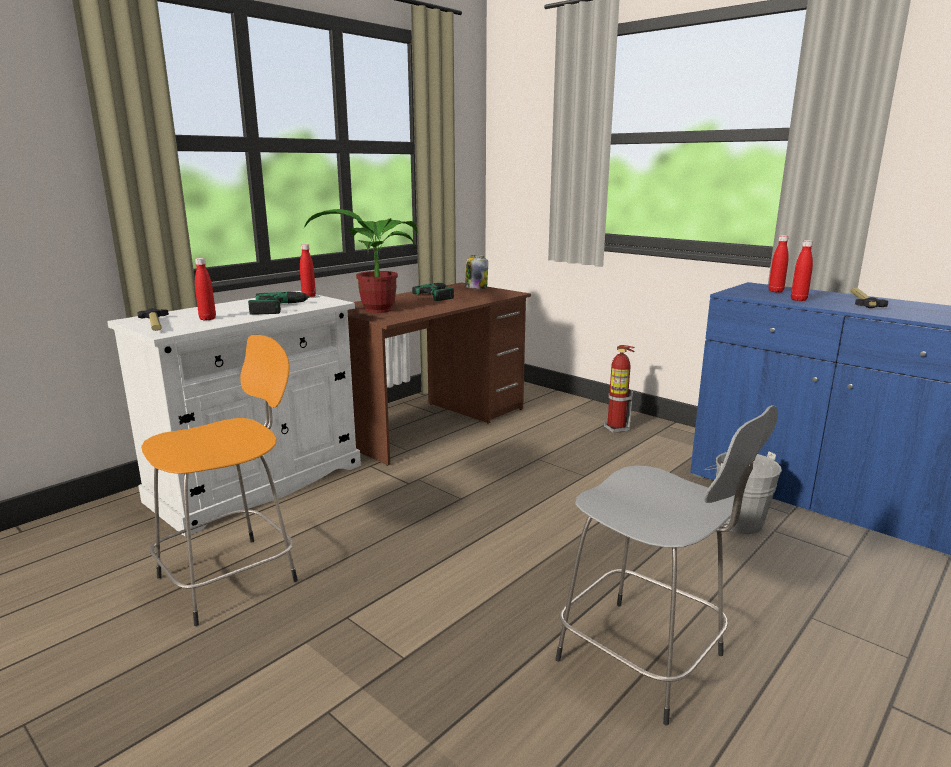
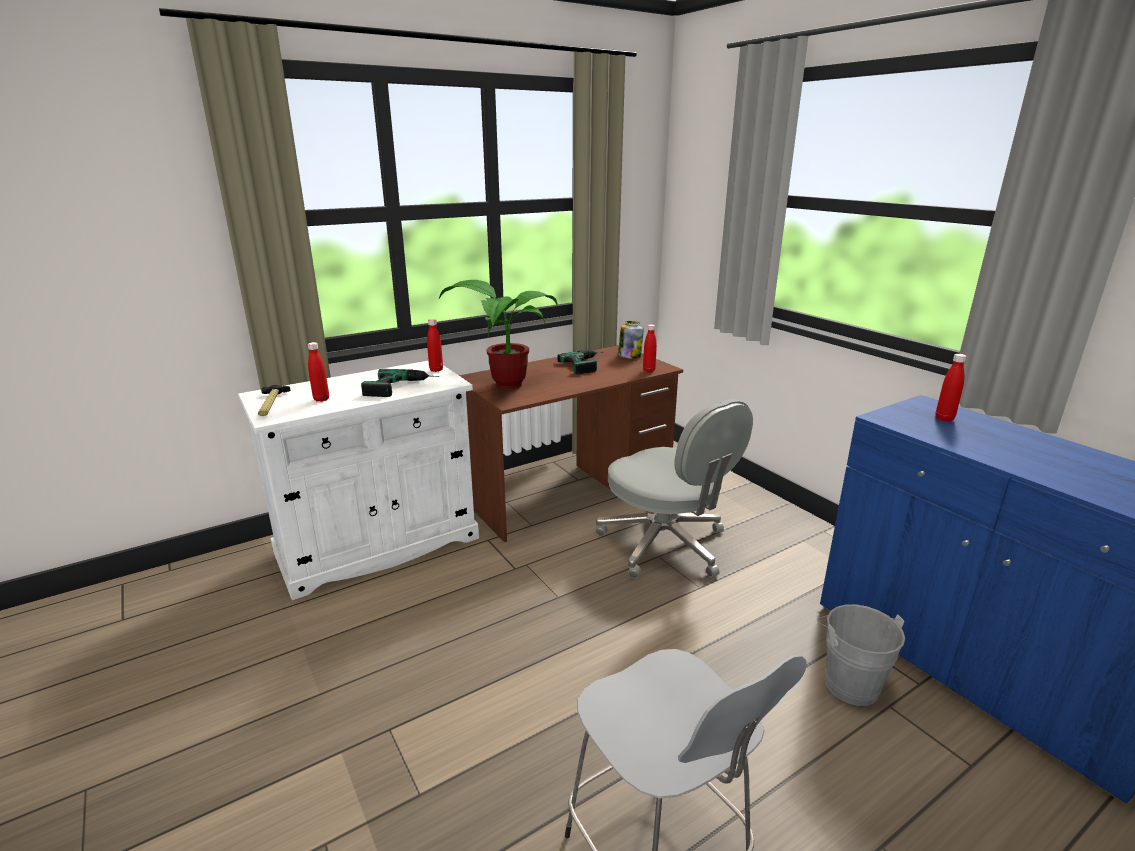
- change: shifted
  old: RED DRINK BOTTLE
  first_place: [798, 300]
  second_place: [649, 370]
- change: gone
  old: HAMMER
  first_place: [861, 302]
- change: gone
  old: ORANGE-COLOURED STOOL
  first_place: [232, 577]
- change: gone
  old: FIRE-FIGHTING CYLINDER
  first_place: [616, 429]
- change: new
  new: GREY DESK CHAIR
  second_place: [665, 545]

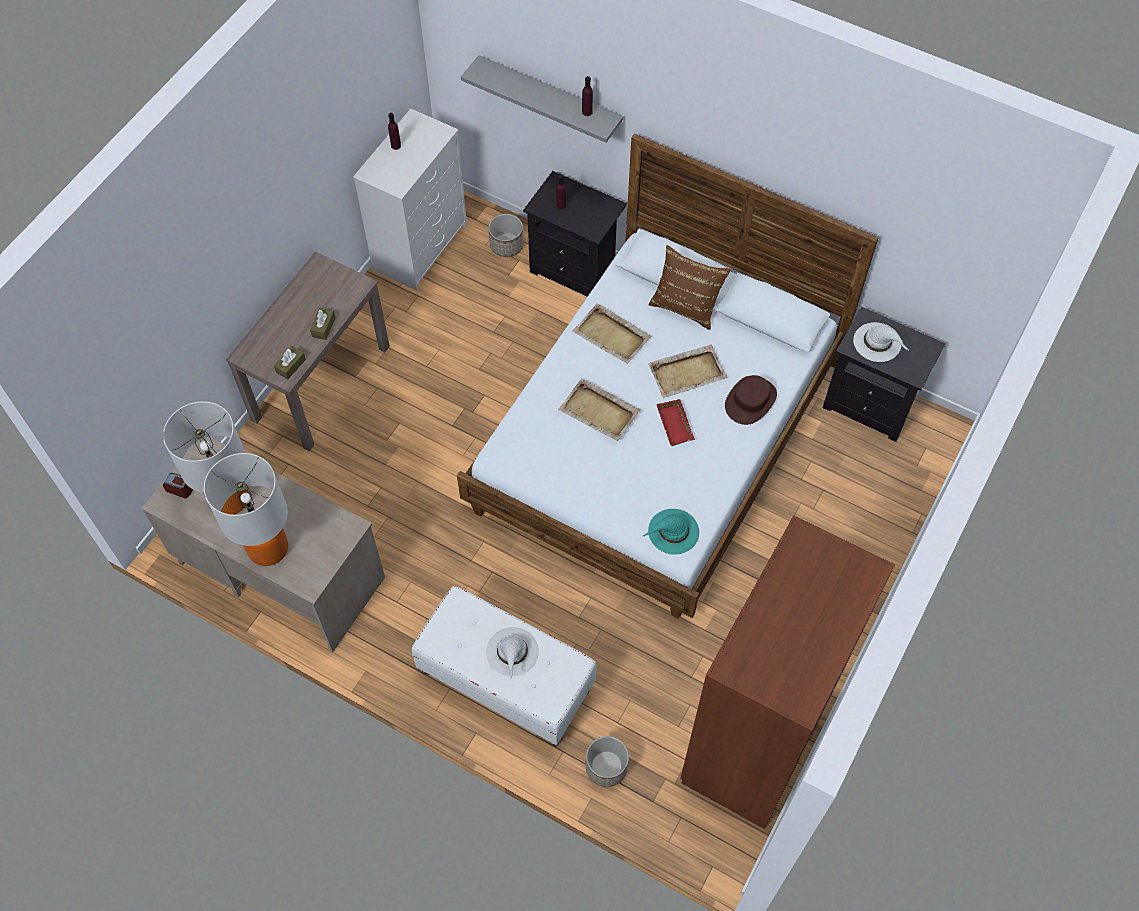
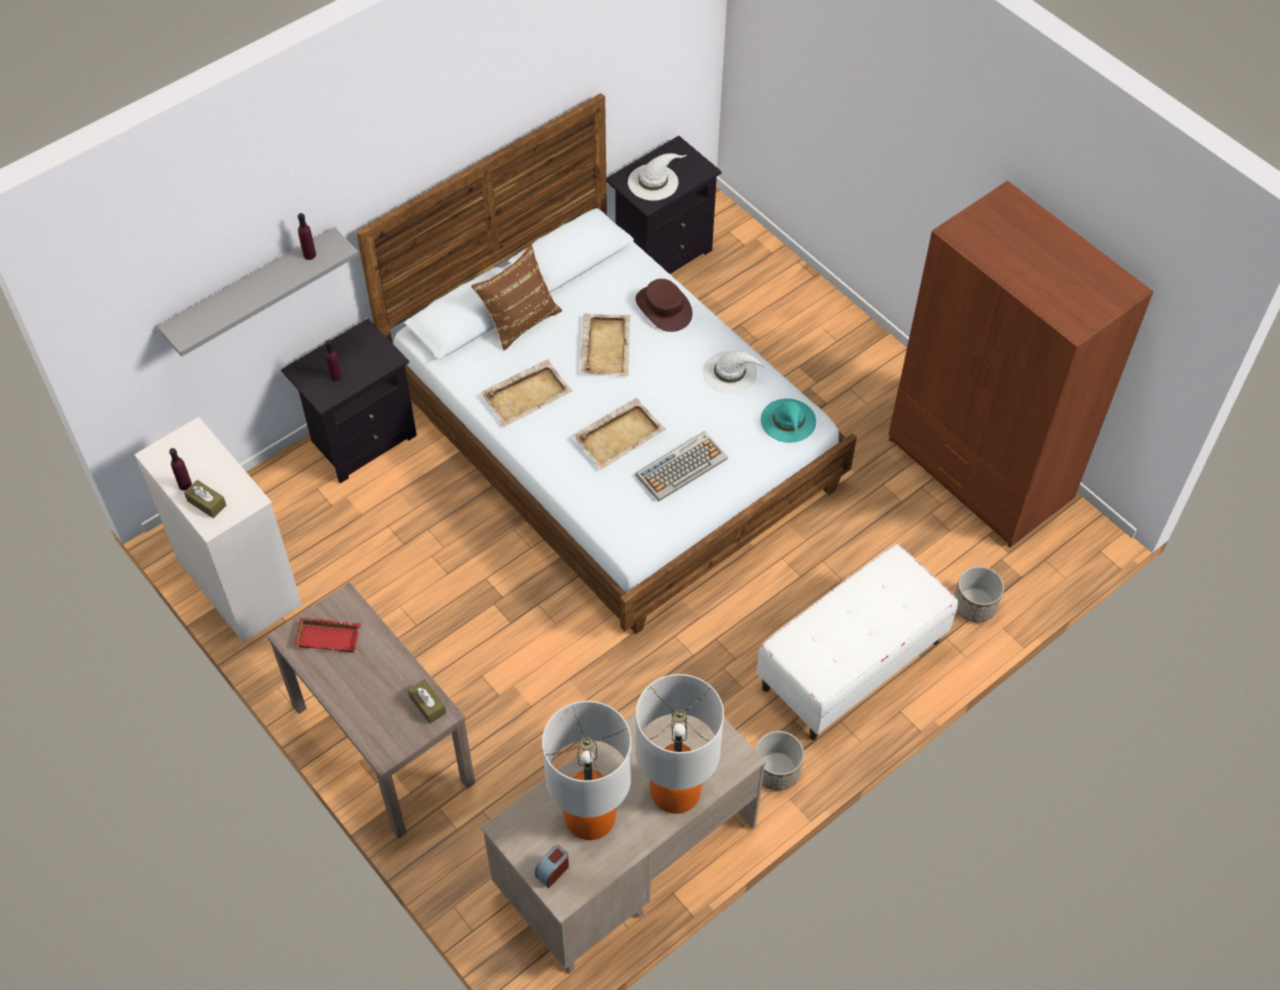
- change: shifted
  old: FLOWER POT
  first_place: [507, 245]
  second_place: [776, 770]
- change: shifted
  old: BROWN TISSUE BOX
  first_place: [323, 327]
  second_place: [206, 503]
- change: shifted
  old: RED SERVING TRAY
  first_place: [676, 425]
  second_place: [330, 636]
- change: shifted
  old: WHITE-COLOURED CLOTHING HAT
  first_place: [512, 652]
  second_place: [730, 372]
- change: new
  new: COMPUTER KEYBOARD
  second_place: [682, 466]

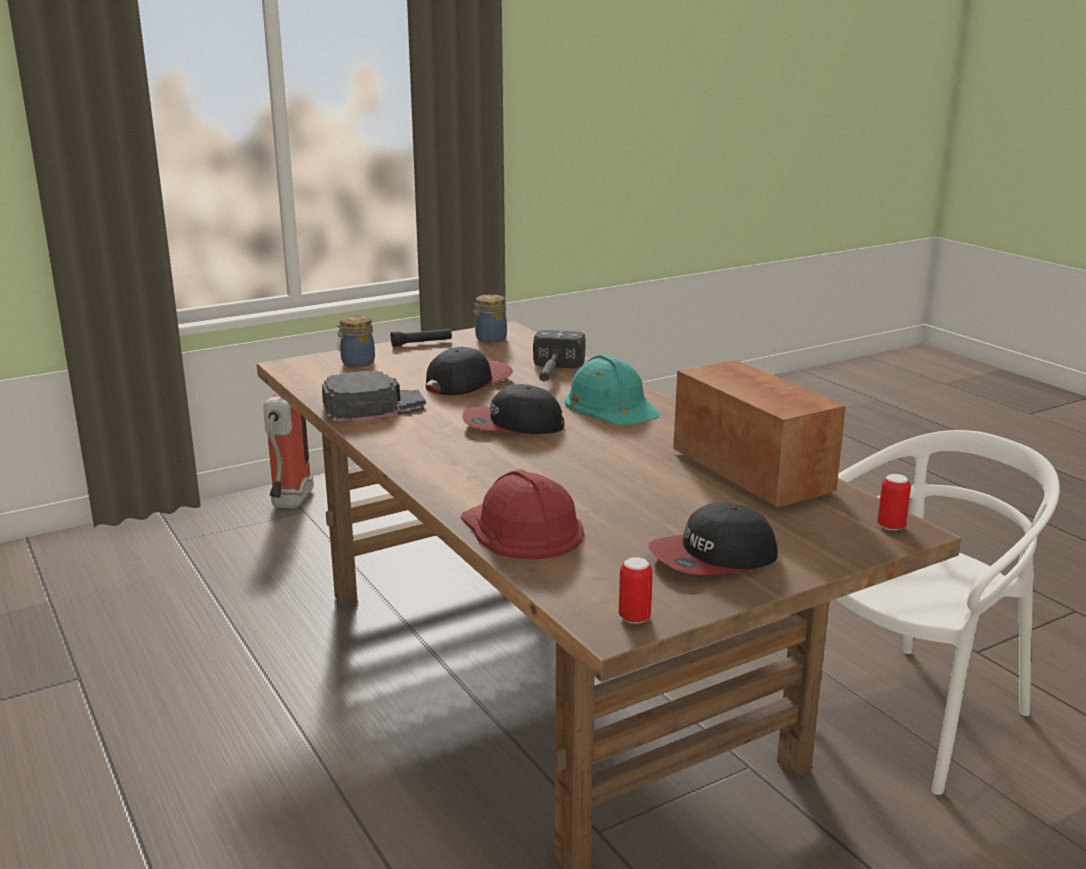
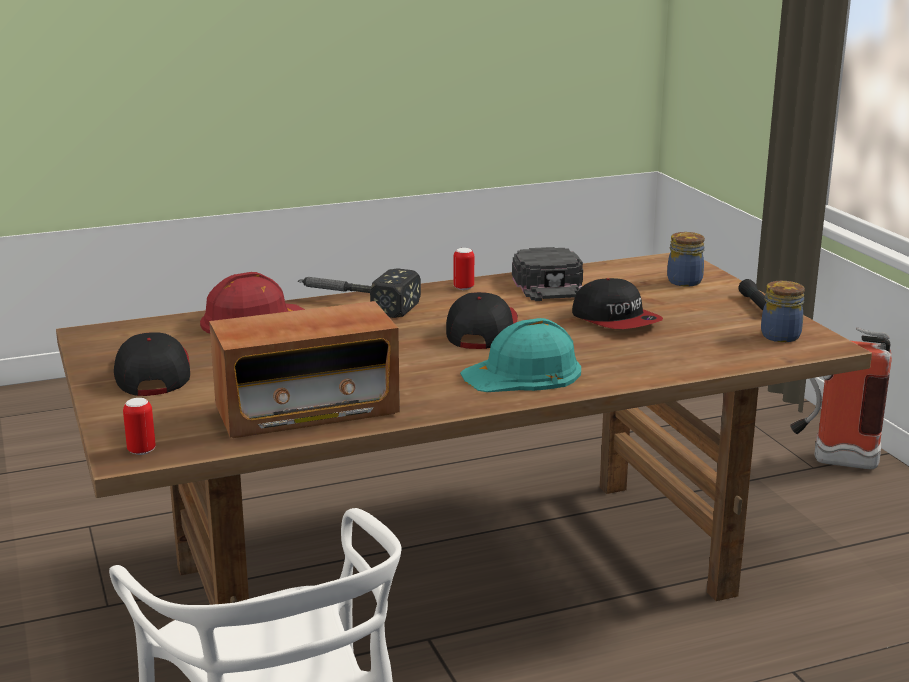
- change: shifted
  old: HAMMER
  first_place: [552, 376]
  second_place: [354, 303]
- change: shifted
  old: CAN
  first_place: [634, 618]
  second_place: [463, 287]

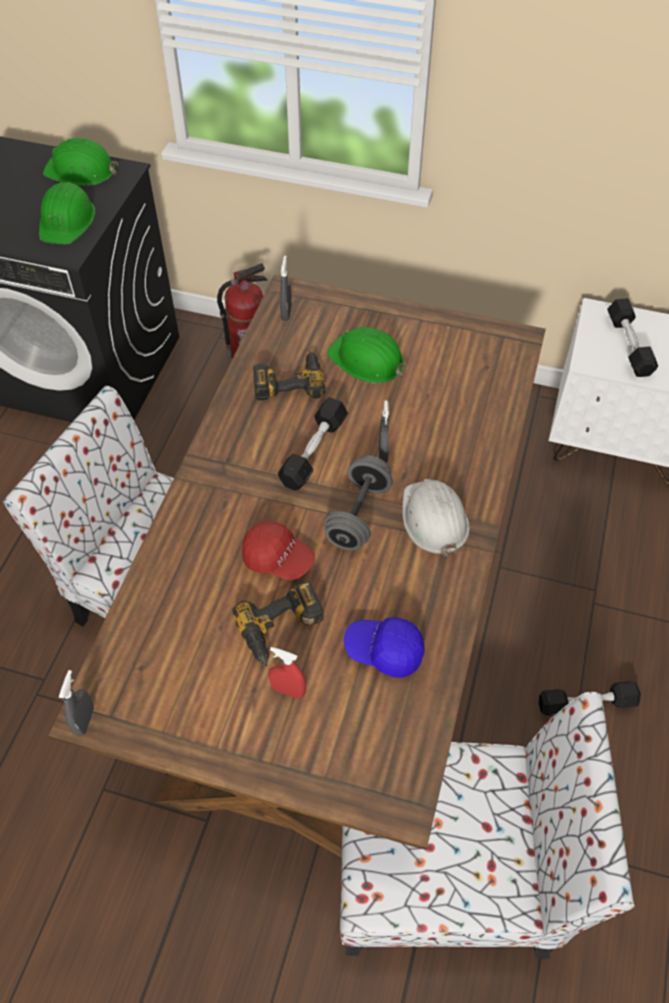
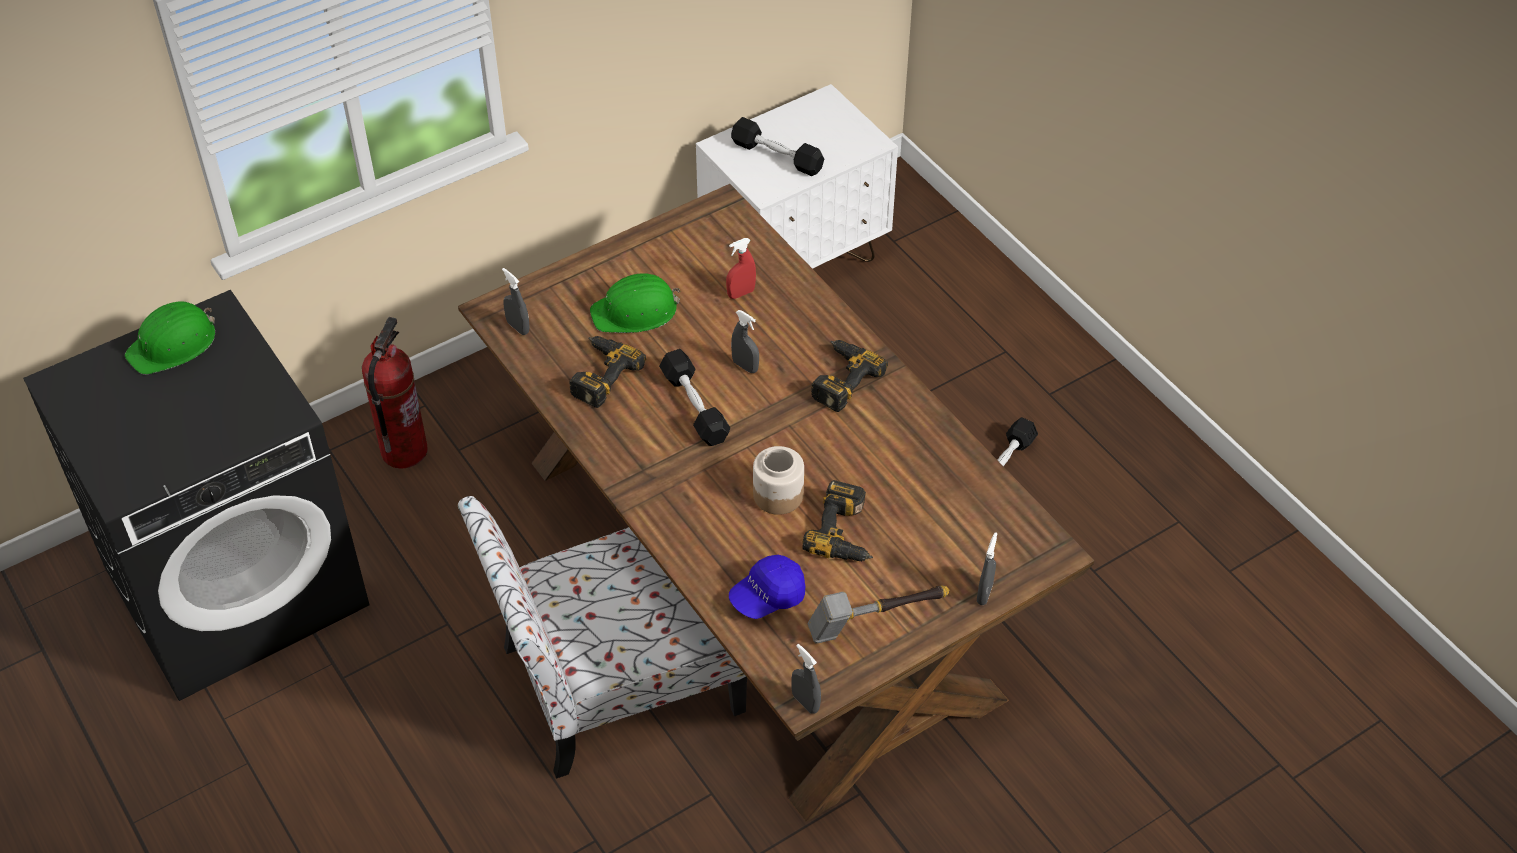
- change: gone
  old: GREEN SAFETY HELMET
  first_place: [67, 220]
- change: gone
  old: GREY DUMBBELL
  first_place: [358, 515]
- change: swapped
  old: WHITE-COLOURED SAFETY HELMET
  new: DRILL
  first_place: [433, 519]
  second_place: [840, 378]
- change: swapped
  old: RED CAP
  new: STORAGE JAR
  first_place: [278, 559]
  second_place: [777, 495]
- change: shifted
  old: BLUISH CAP
  first_place: [384, 651]
  second_place: [767, 597]
- change: shifted
  old: RED HAND SPRAYER
  first_place: [288, 691]
  second_place: [741, 293]
- change: gone
  old: UPRIGHT CHAIR
  first_place: [451, 868]
- change: new
  new: GREY HAND SPRAYER
  second_place: [984, 593]
- change: new
  new: HAMMER
  second_place: [874, 623]

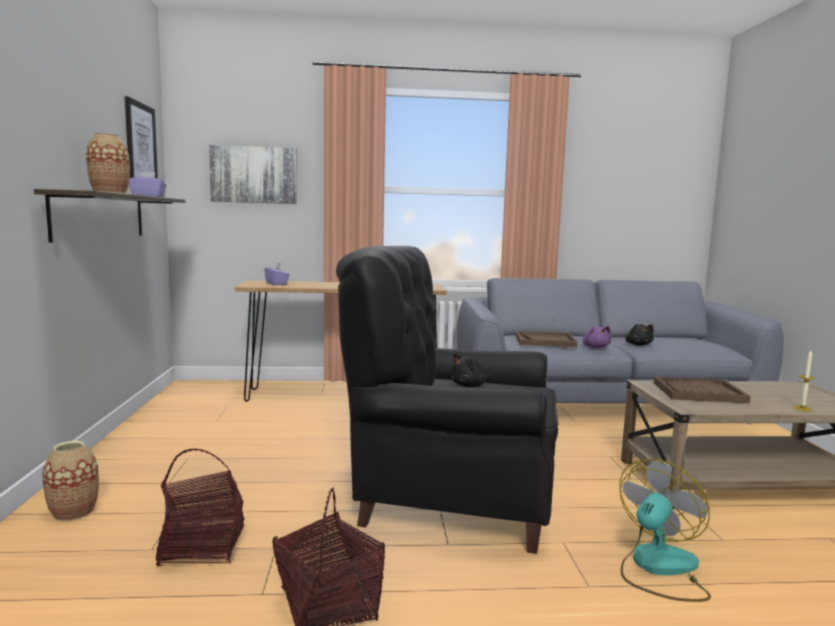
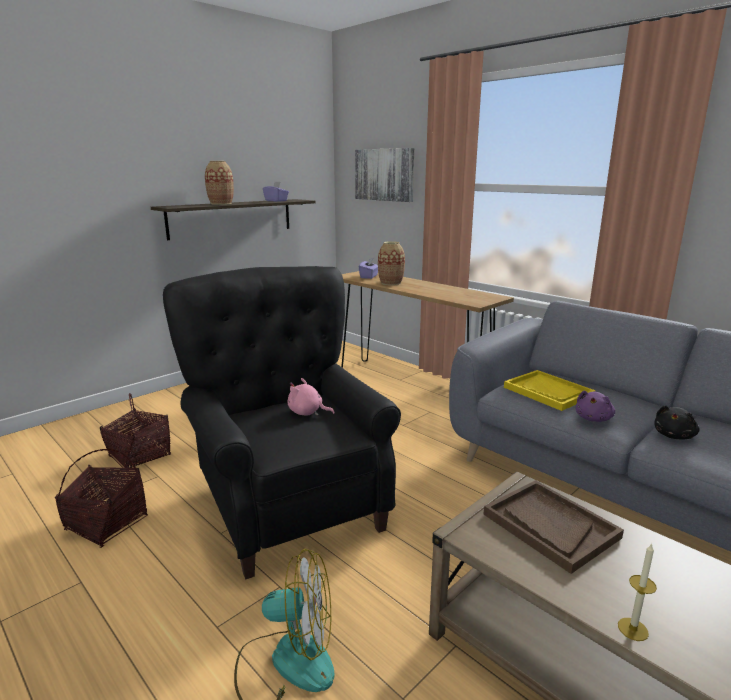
- change: gone
  old: PICTURE
  first_place: [140, 144]
- change: repainted
  old: BROWN SERVING TRAY
  new: YELLOW-COLOURED SERVING TRAY
  first_place: [545, 341]
  second_place: [548, 392]
- change: repainted
  old: BLACKISH PLUSH TOY
  new: PINK-COLOURED PLUSH TOY
  first_place: [470, 386]
  second_place: [307, 412]
- change: shifted
  old: FLOWER VASE
  first_place: [73, 512]
  second_place: [390, 283]

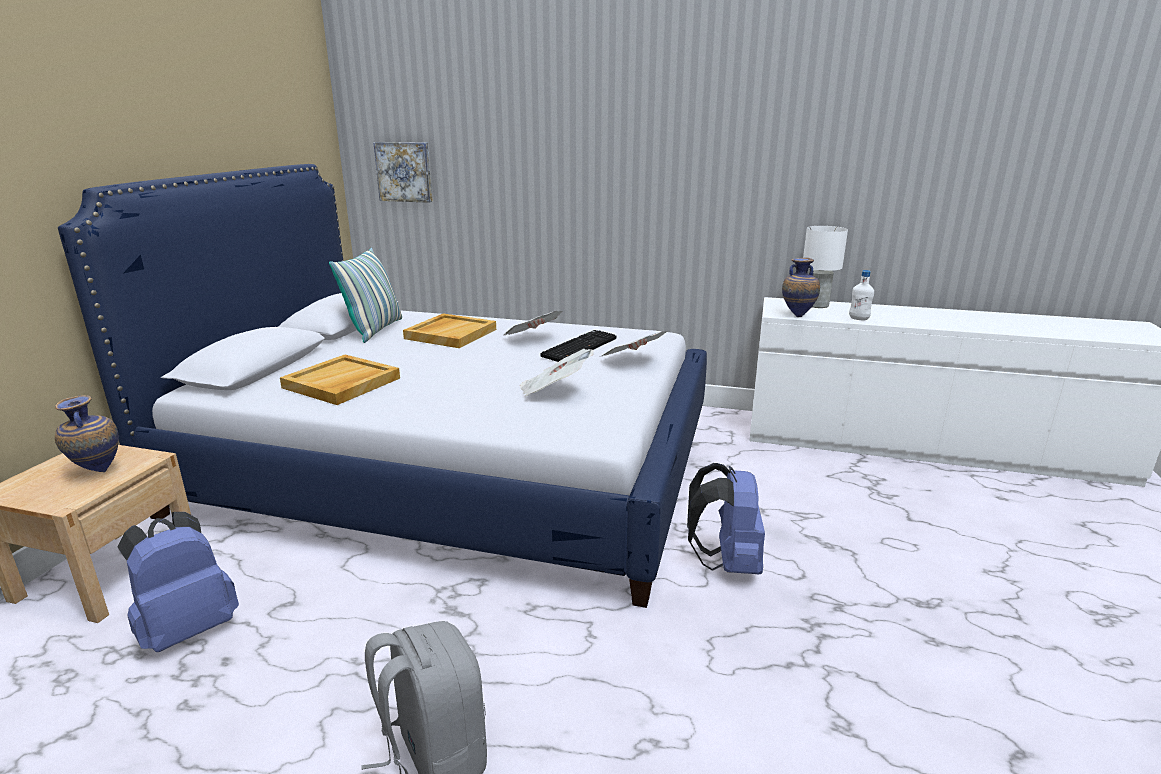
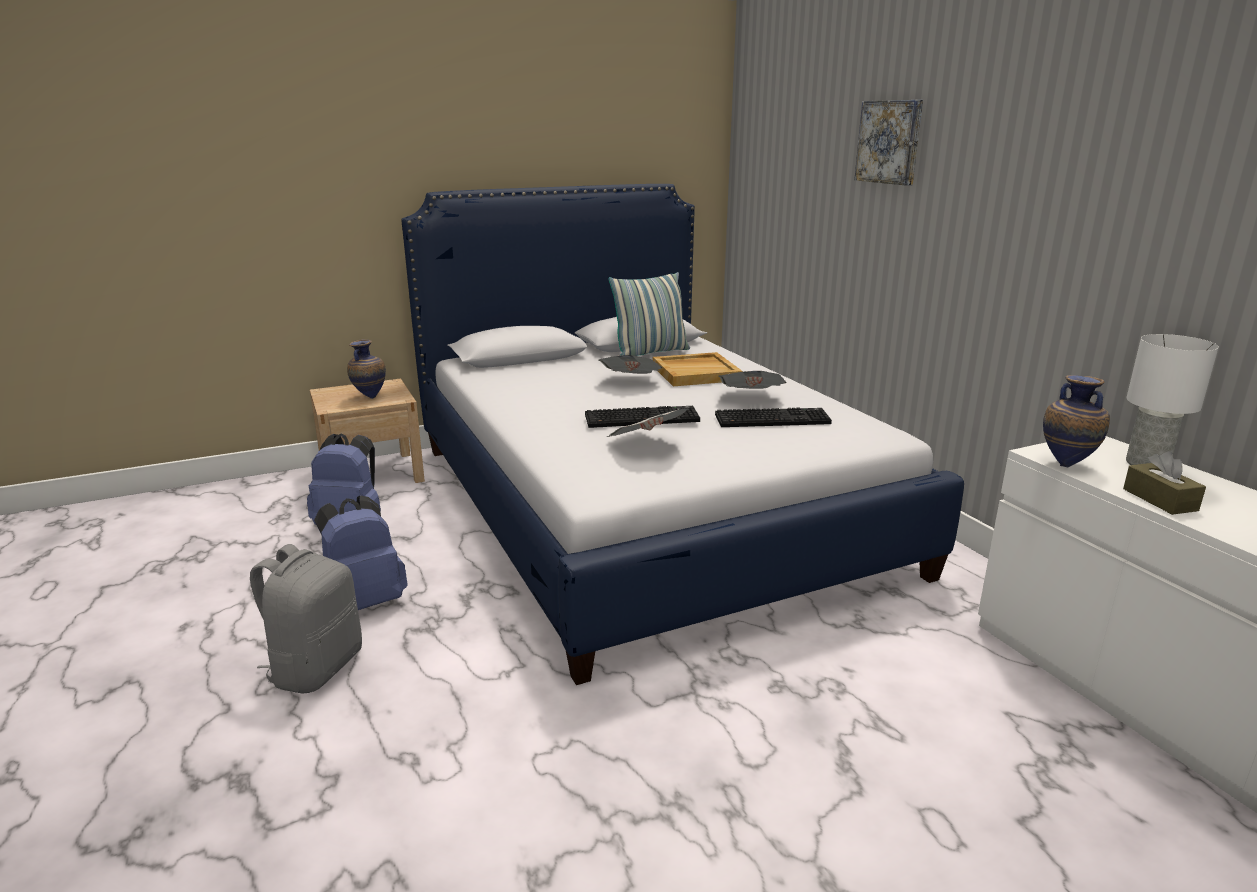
- change: shifted
  old: PICTURE
  first_place: [405, 171]
  second_place: [890, 142]
- change: swapped
  old: WHITE-COLOURED DRINK BOTTLE
  new: BROWN TISSUE BOX
  first_place: [858, 319]
  second_place: [1159, 499]
- change: shifted
  old: PRINTED PAPER
  first_place: [632, 361]
  second_place: [631, 382]
- change: gone
  old: BEIGE SERVING TRAY
  first_place: [341, 383]
- change: shifted
  old: BLUISH KNAPSACK
  first_place: [727, 563]
  second_place: [364, 602]
- change: new
  new: COMPUTER KEYBOARD
  second_place: [643, 418]

